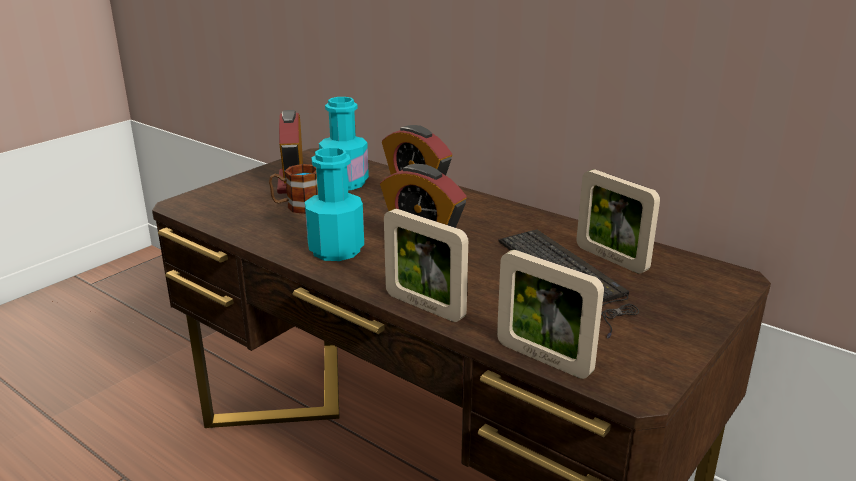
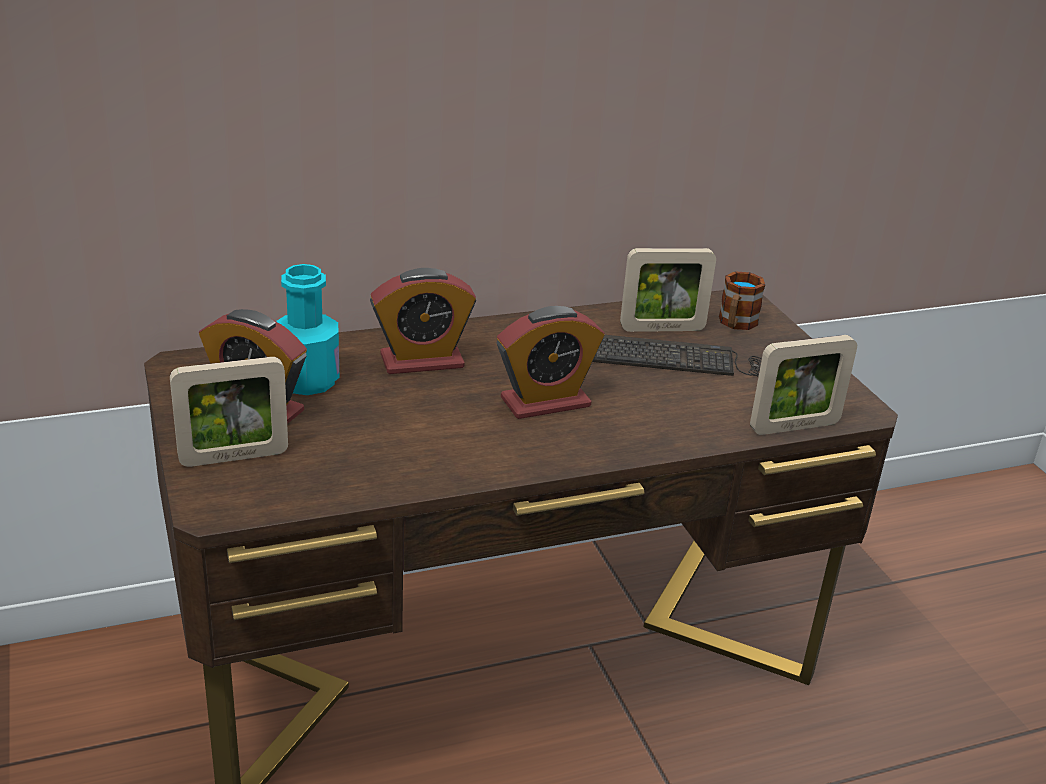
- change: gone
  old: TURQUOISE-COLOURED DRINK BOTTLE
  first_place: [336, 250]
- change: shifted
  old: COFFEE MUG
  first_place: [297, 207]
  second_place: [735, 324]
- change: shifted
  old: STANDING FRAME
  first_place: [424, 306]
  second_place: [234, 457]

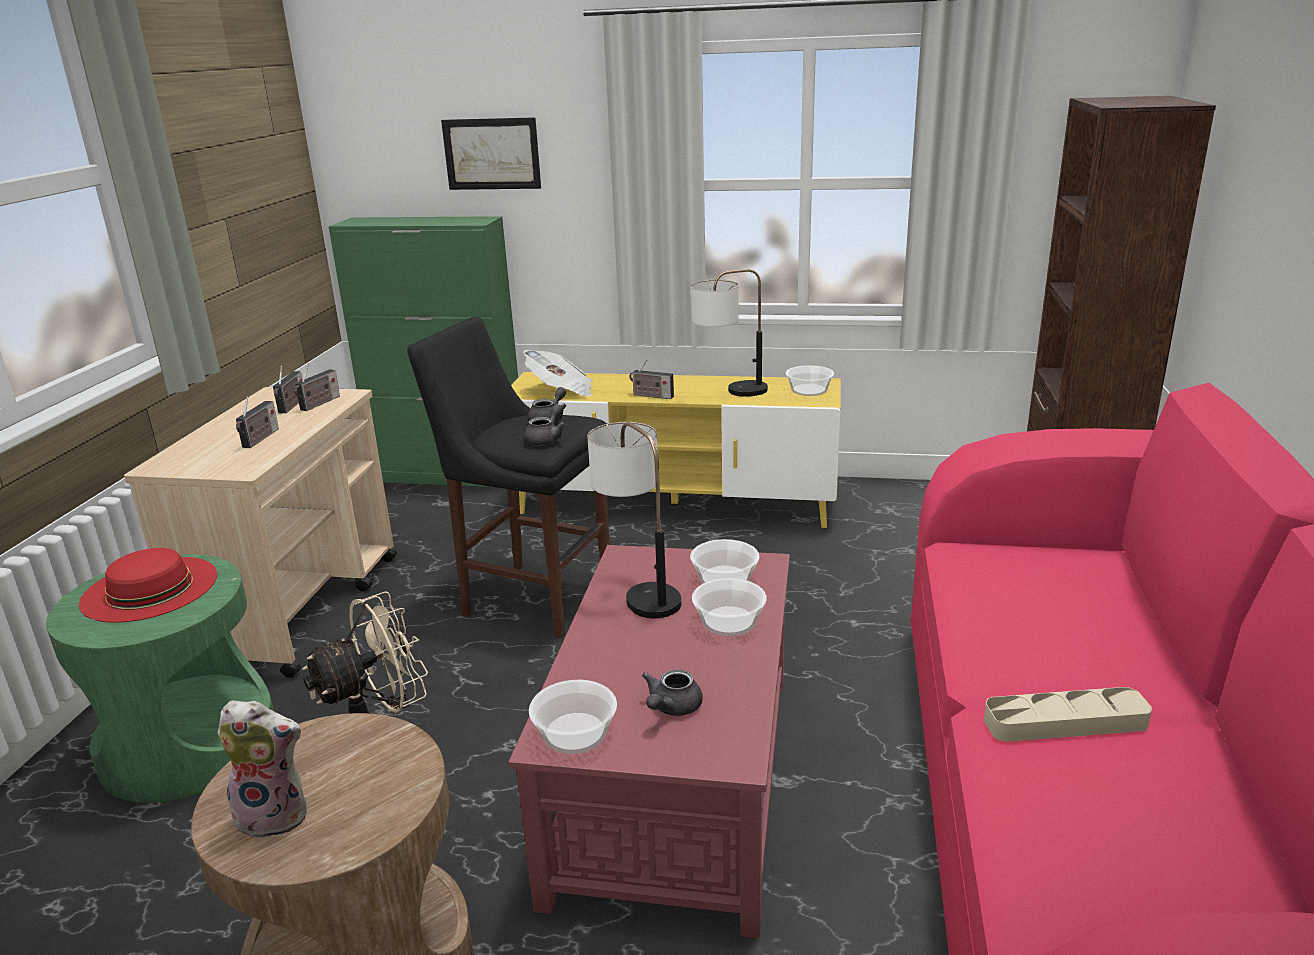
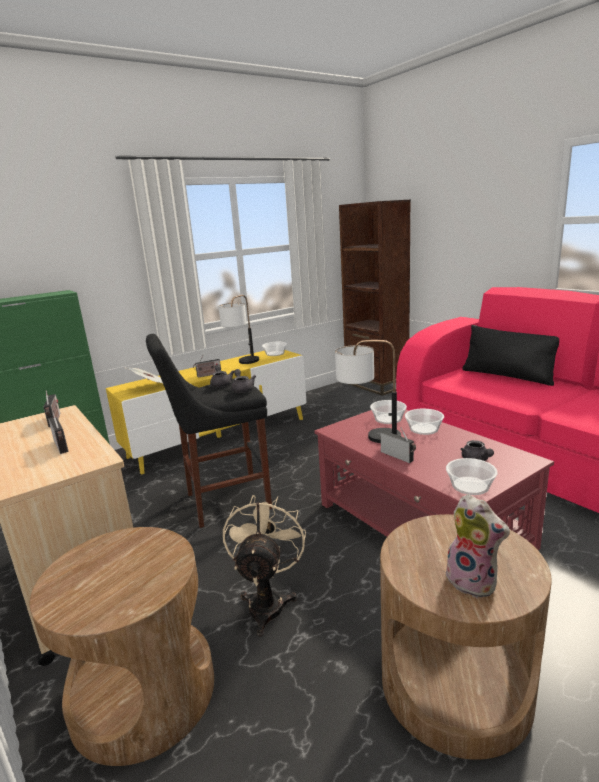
- change: gone
  old: PICTURE
  first_place: [492, 154]
- change: shifted
  old: RADIO SET
  first_place: [292, 406]
  second_place: [398, 456]
- change: gone
  old: RED CLOTHING HAT
  first_place: [150, 588]
- change: repainted
  old: GREEN END TABLE
  new: BROWN END TABLE
  first_place: [189, 744]
  second_place: [143, 692]
- change: gone
  old: BEIGE SERVING TRAY
  first_place: [1065, 722]
- change: rotated
  old: PLUSH TOY
  first_place: [276, 815]
  second_place: [474, 581]
  degrees: 90
- change: new
  new: BLACKISH PILLOW
  second_place: [507, 376]

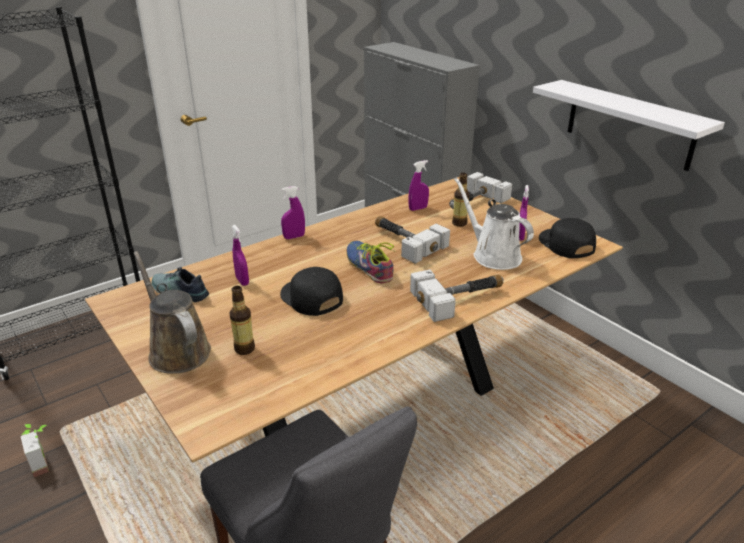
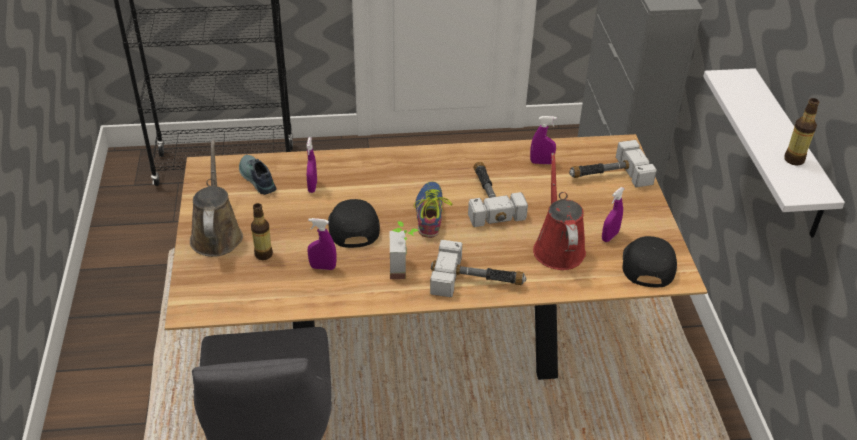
- change: shifted
  old: DRINK BOTTLE
  first_place: [459, 223]
  second_place: [794, 159]
- change: repainted
  old: WHITE-COLOURED WATERING CAN
  new: RED WATERING CAN
  first_place: [493, 255]
  second_place: [557, 247]
- change: shifted
  old: PURPLE HAND SPRAYER
  first_place: [294, 237]
  second_place: [323, 267]
- change: shifted
  old: PLANT IN A POT
  first_place: [45, 462]
  second_place: [404, 268]

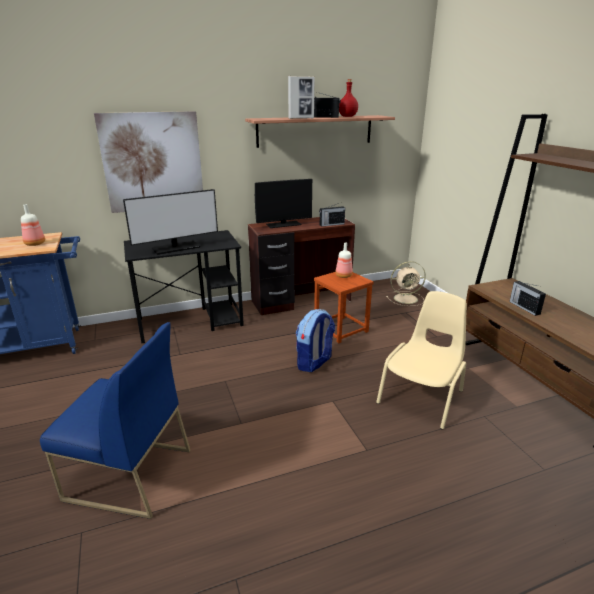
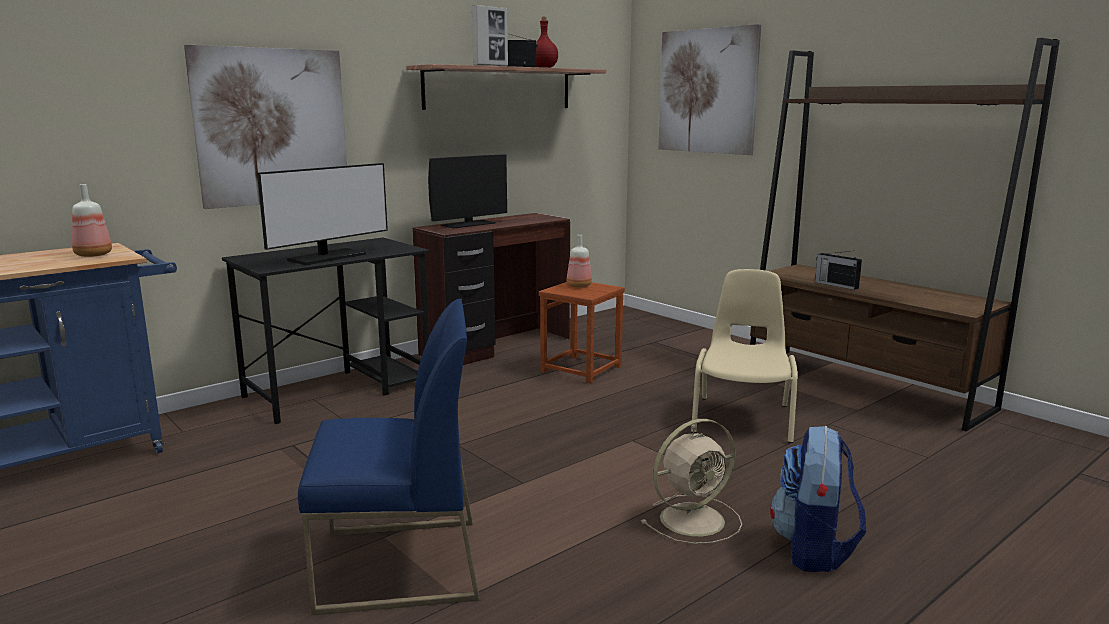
- change: gone
  old: RADIO SET
  first_place: [331, 224]
- change: shifted
  old: BEIGE ELECTRIC FAN
  first_place: [406, 298]
  second_place: [694, 519]
- change: shifted
  old: KNAPSACK
  first_place: [314, 363]
  second_place: [814, 550]
- change: new
  new: PICTURE
  second_place: [707, 91]

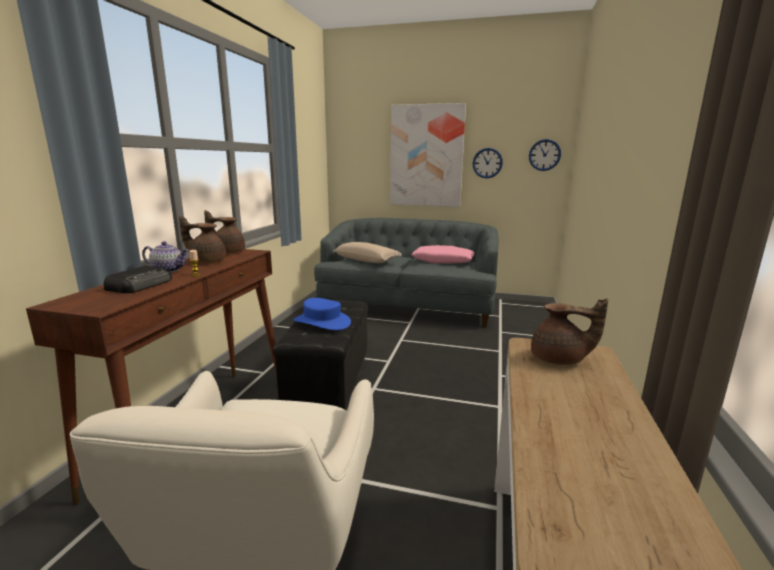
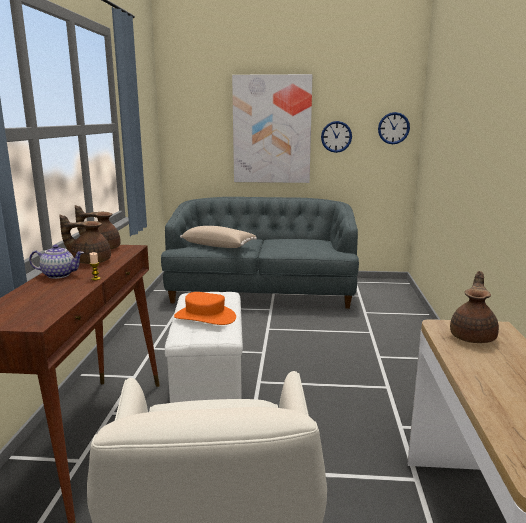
- change: gone
  old: PINK-COLOURED PILLOW
  first_place: [443, 261]
- change: gone
  old: RADIO SET
  first_place: [141, 285]
- change: repainted
  old: BLUISH CLOTHING HAT
  new: ORANGE-COLOURED CLOTHING HAT
  first_place: [322, 322]
  second_place: [205, 317]
- change: rotated
  old: BROWN TEA POT
  first_place: [559, 360]
  second_place: [473, 337]
  degrees: -75
- change: repainted
  old: BLACKISH FOOTREST
  new: WHITE-COLOURED FOOTREST
  first_place: [327, 381]
  second_place: [208, 379]

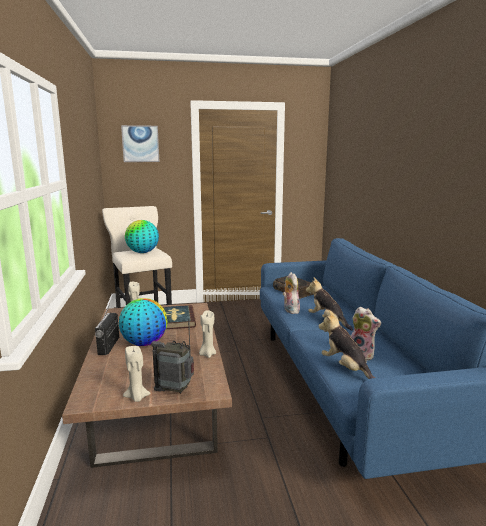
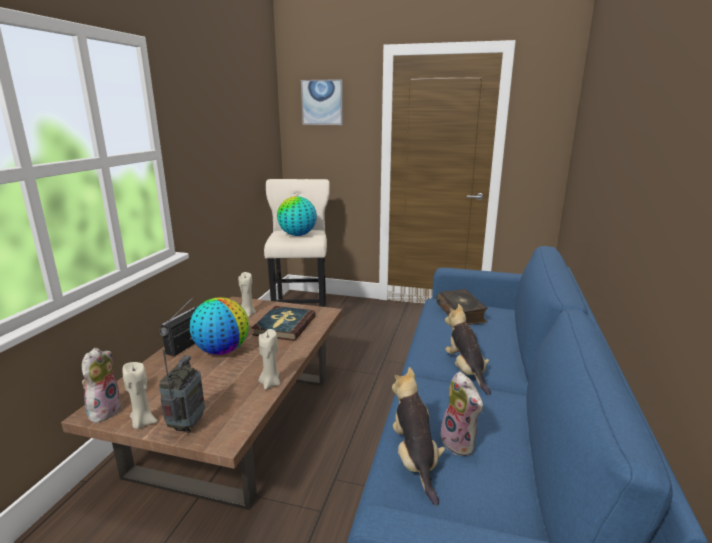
- change: shifted
  old: PLUSH TOY
  first_place: [290, 310]
  second_place: [104, 410]
- change: rotated
  old: RADIO SET
  first_place: [175, 390]
  second_place: [187, 425]
  degrees: 60

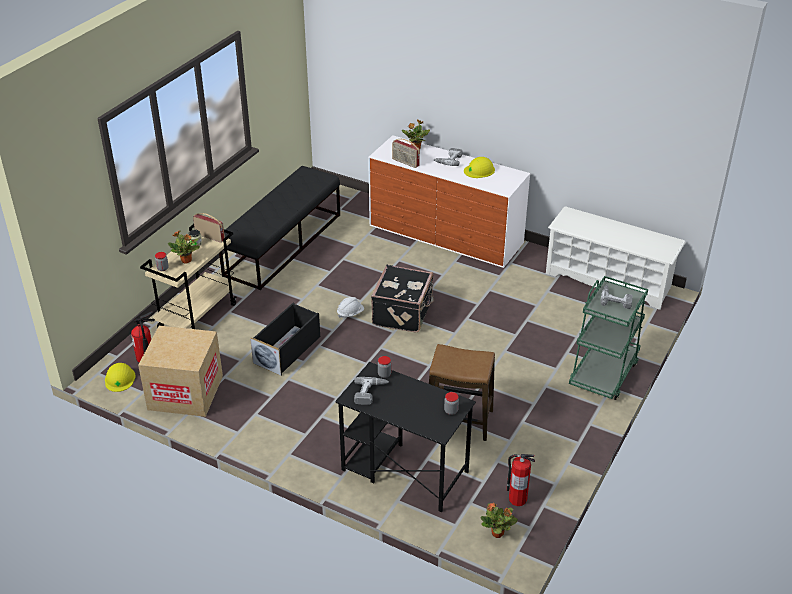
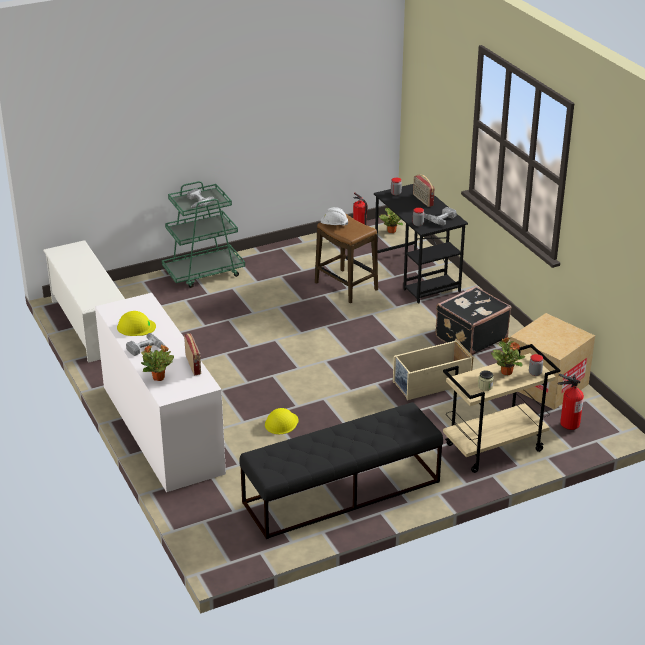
- change: shifted
  old: RADIO SET
  first_place: [210, 237]
  second_place: [422, 200]
- change: shifted
  old: BLACKISH PIECE OF LUGGAGE
  first_place: [403, 313]
  second_place: [470, 337]
- change: shifted
  old: WHITE-COLOURED SAFETY HELMET
  first_place: [350, 313]
  second_place: [334, 225]
- change: repainted
  old: BLACKISH STORAGE CONTAINER
  new: BEIGE STORAGE CONTAINER
  first_place: [287, 349]
  second_place: [431, 383]
- change: shifted
  old: YELLOW-COLOURED SAFETY HELMET
  first_place: [120, 379]
  second_place: [281, 423]

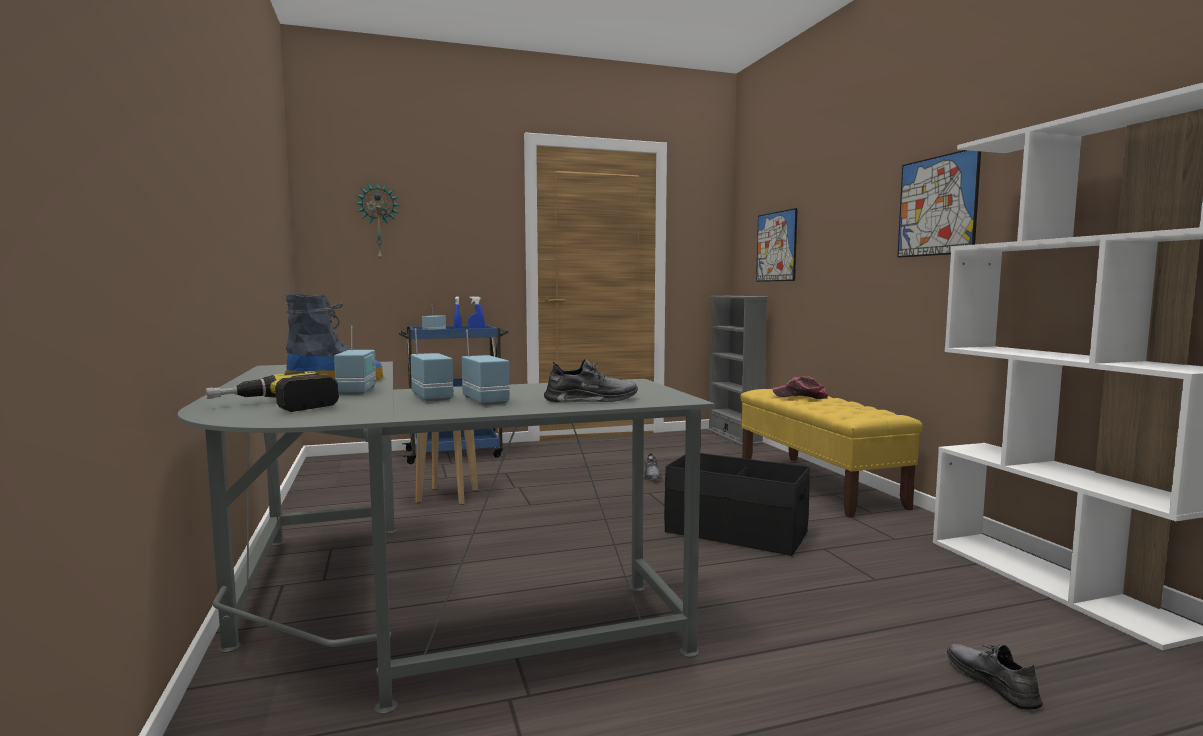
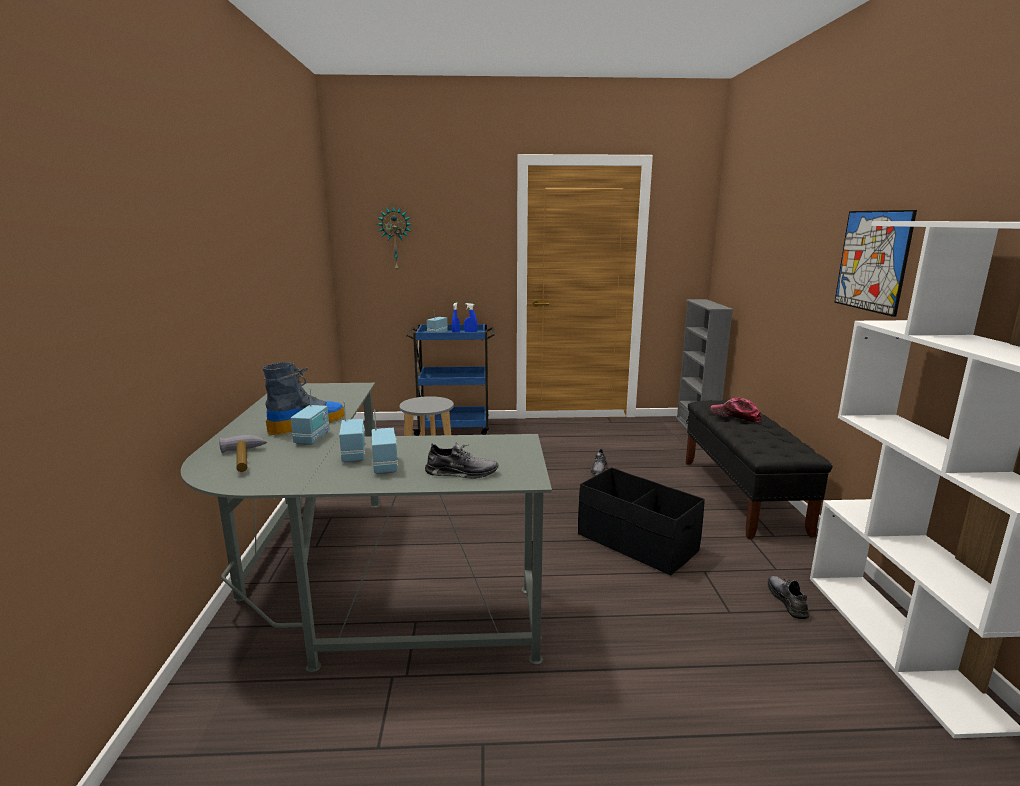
- change: gone
  old: PICTURE
  first_place: [776, 246]
- change: swapped
  old: DRILL
  new: HAMMER
  first_place: [275, 406]
  second_place: [245, 459]
- change: repainted
  old: YELLOW-COLOURED INDOOR BENCH
  new: BLACKISH INDOOR BENCH
  first_place: [818, 484]
  second_place: [742, 495]
- change: shifted
  old: GREY ITEM OF FOOTWEAR
  first_place: [992, 682]
  second_place: [787, 601]

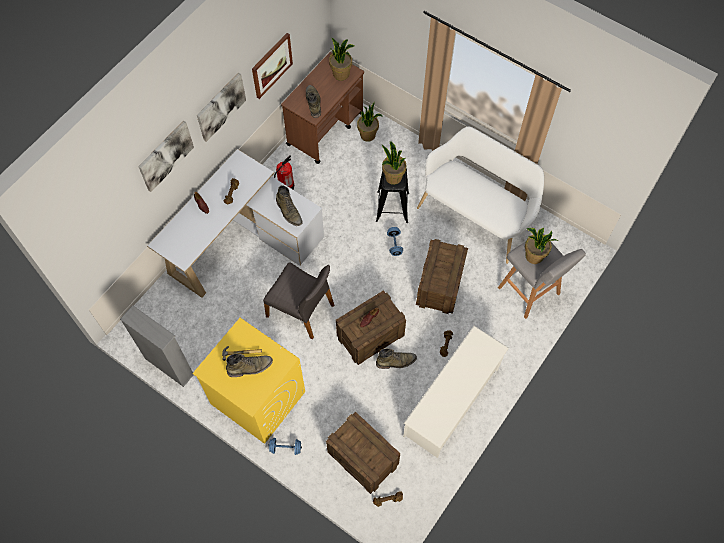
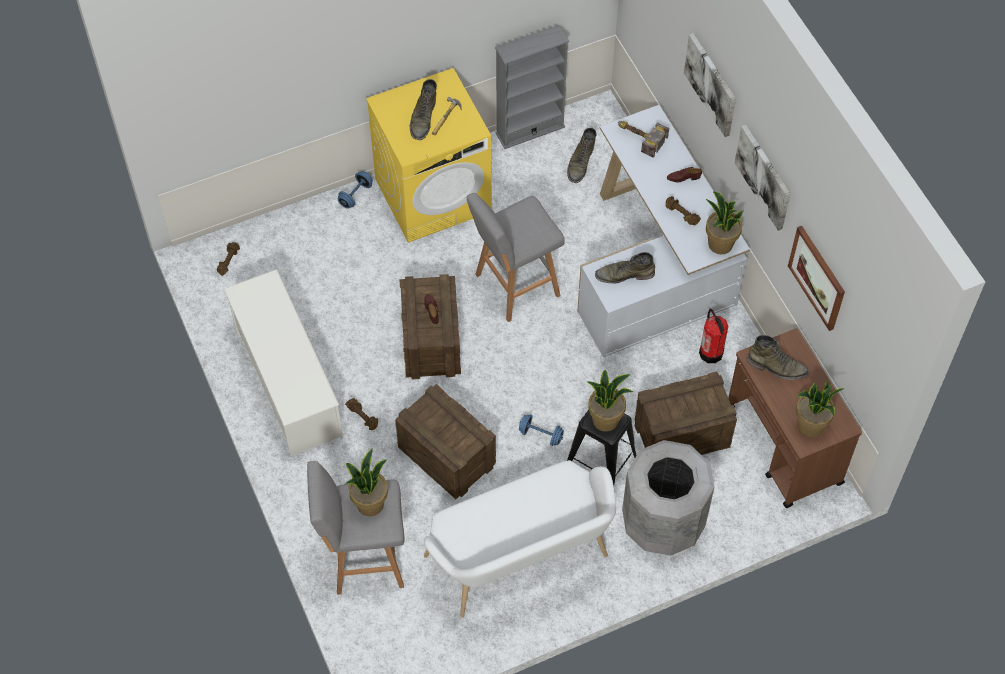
- change: shifted
  old: PLANT IN A POT
  first_place: [368, 135]
  second_place: [720, 244]
- change: swapped
  old: GREY UPRIGHT CHAIR
  new: GREY STOOL
  first_place: [301, 310]
  second_place: [514, 286]
- change: shifted
  old: GREEN HIGH-TOP BOOT
  first_place: [396, 361]
  second_place: [580, 163]
- change: shifted
  old: PACKING CRATE
  first_place: [363, 458]
  second_place: [681, 434]
- change: new
  new: HAMMER
  second_place: [639, 137]
- change: new
  new: GREY WASTE BIN
  second_place: [663, 523]

